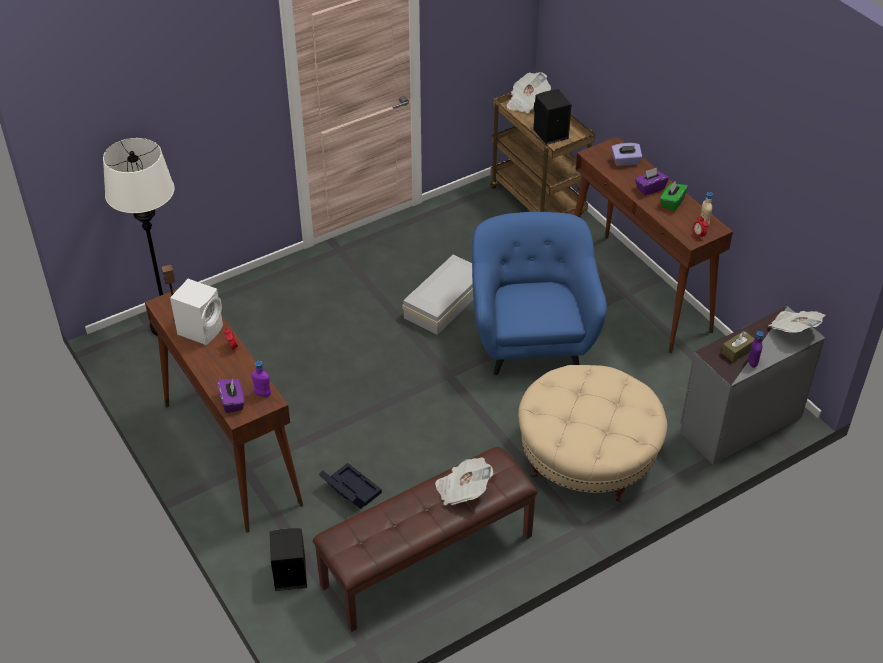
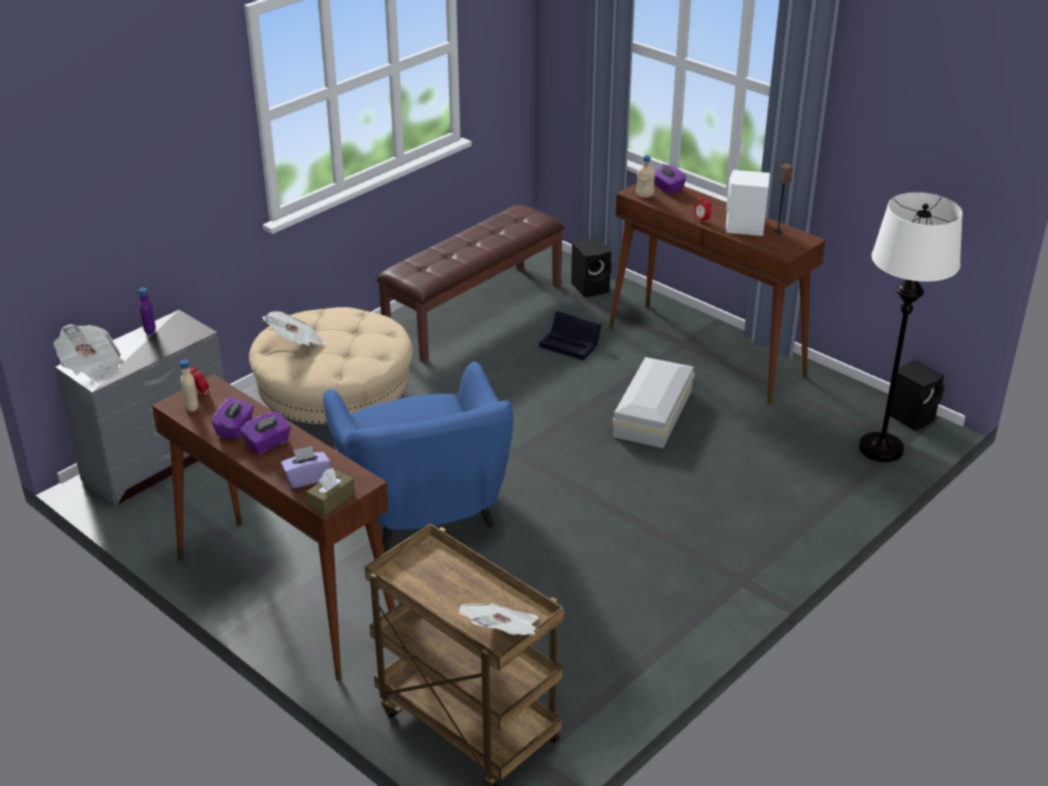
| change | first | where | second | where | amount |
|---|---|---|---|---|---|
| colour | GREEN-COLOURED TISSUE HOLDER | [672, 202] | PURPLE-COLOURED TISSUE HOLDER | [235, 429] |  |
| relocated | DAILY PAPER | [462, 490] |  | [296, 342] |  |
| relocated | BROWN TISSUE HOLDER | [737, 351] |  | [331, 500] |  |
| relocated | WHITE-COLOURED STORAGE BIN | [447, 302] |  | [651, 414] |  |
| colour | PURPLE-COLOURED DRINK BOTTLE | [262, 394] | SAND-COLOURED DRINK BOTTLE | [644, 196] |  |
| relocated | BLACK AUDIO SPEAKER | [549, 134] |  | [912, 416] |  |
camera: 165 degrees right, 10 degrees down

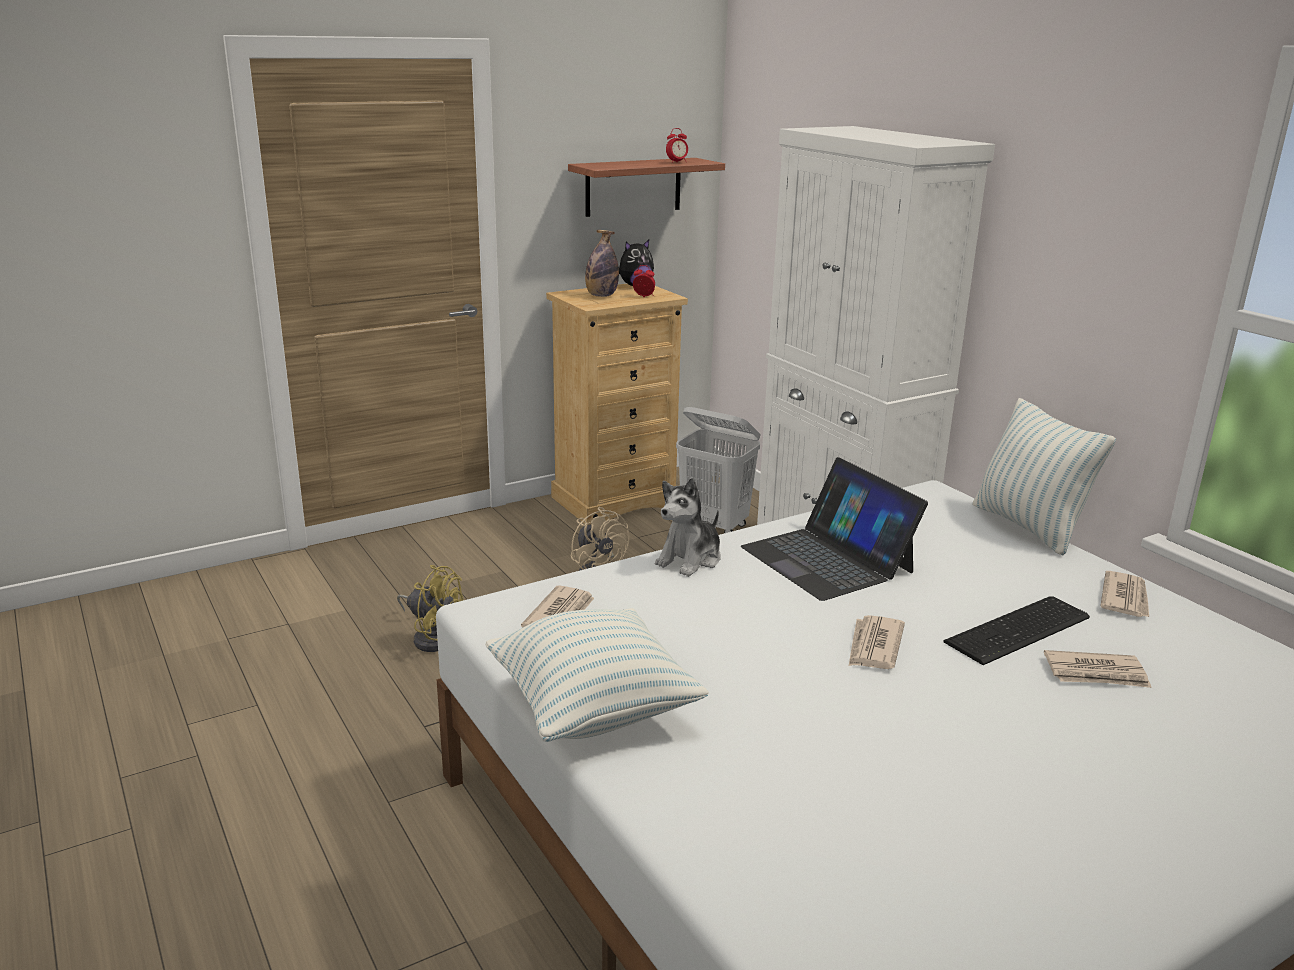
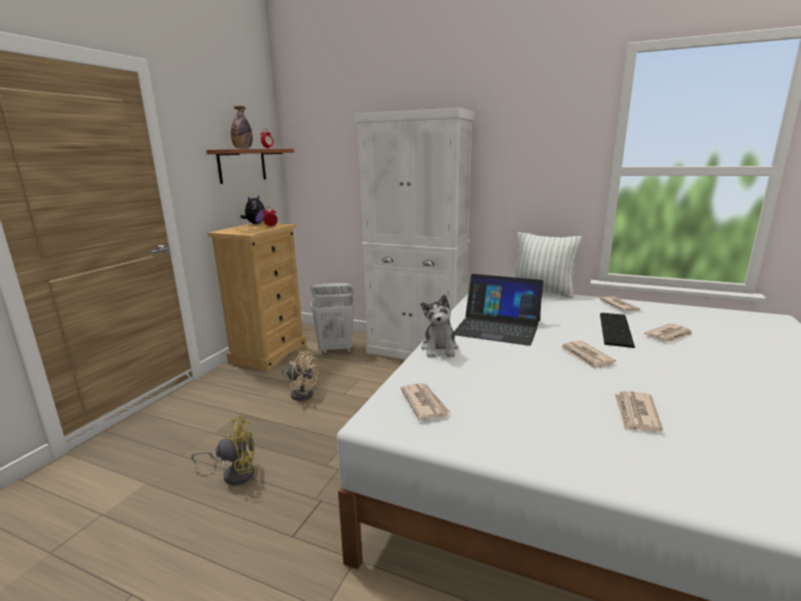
| change | first | where | second | where | amount |
|---|---|---|---|---|---|
| relocated | DRINK BOTTLE | [601, 296] |  | [243, 149] |  |
| appeared |  |  | DAILY PAPER | [636, 414] |  |
| missing | CUSHION | [593, 710] |  |  |  |
camera: 35 degrees left, 5 degrees down

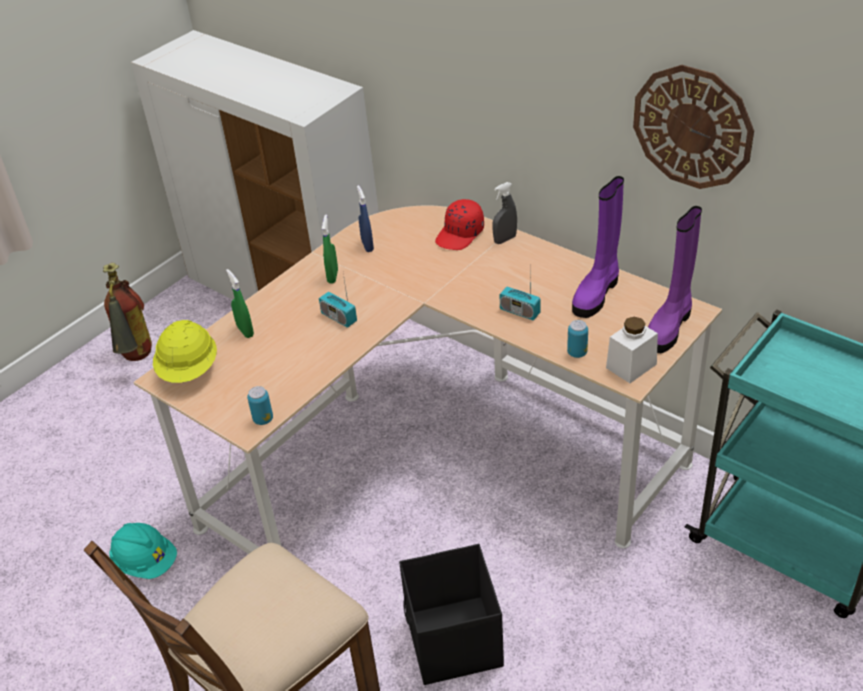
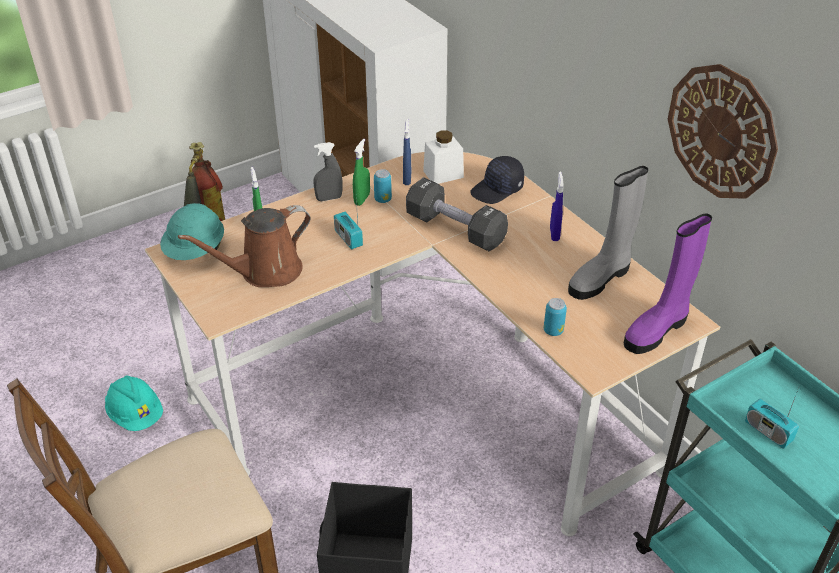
| change | first | where | second | where | amount |
|---|---|---|---|---|---|
| colour | YELLOW WORK HELMET | [189, 371] | BLUE-GREEN WORK HELMET | [196, 252] |  |
| appeared |  |  | BROWN SPRINKLING CAN | [265, 272] |  |
| relocated | GREY SPRAY BOTTLE | [505, 239] |  | [329, 198] |  |
| relocated | SEALED CAN | [263, 419] |  | [383, 199] |  |
| appeared |  |  | BLACK DUMBBELL | [455, 229] |  |
| relocated | WHITE-COLOURED JAR | [631, 366] |  | [443, 174] |  |
| colour | RED CAP | [460, 234] | BLACK CAP | [497, 189] |  |
| appeared |  |  | BLUE SPRAY BOTTLE | [554, 234] |  |
| colour | PURPLE-COLOURED TALL BOOT | [597, 293] | GREY TALL BOOT | [600, 278] |  |
| relocated | RADIO RECEIVER | [520, 312] |  | [768, 432] |  |
camera: 15 degrees right, 0 degrees up

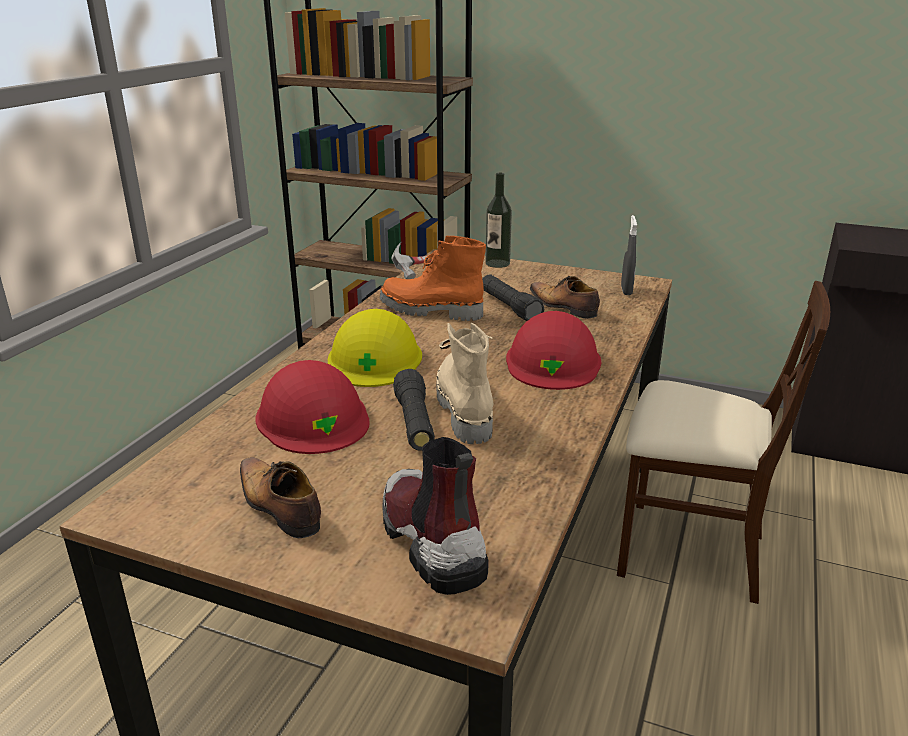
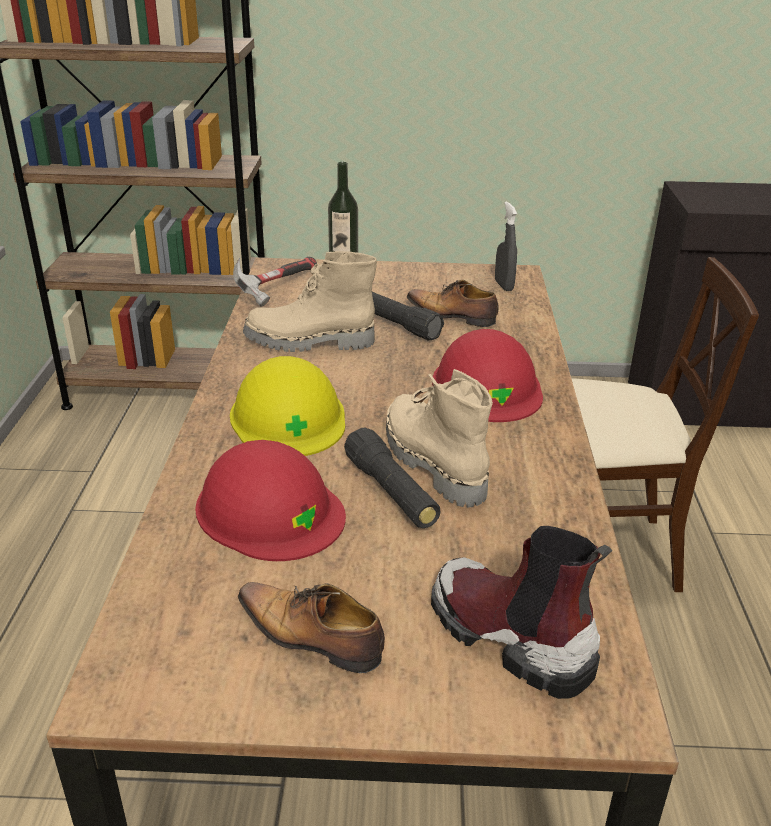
| change | first | where | second | where | amount |
|---|---|---|---|---|---|
| colour | ORANGE-COLOURED TALL BOOT | [430, 311] | SAND-COLOURED TALL BOOT | [309, 342] |  |
camera: 20 degrees left, 5 degrees up

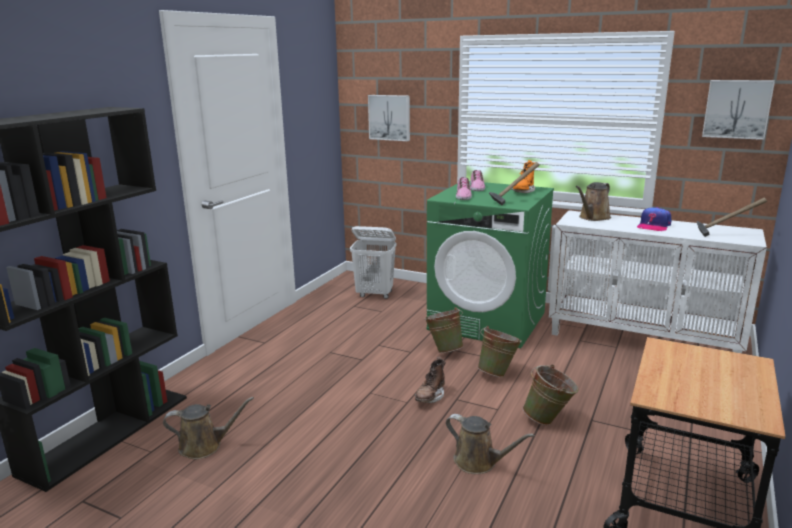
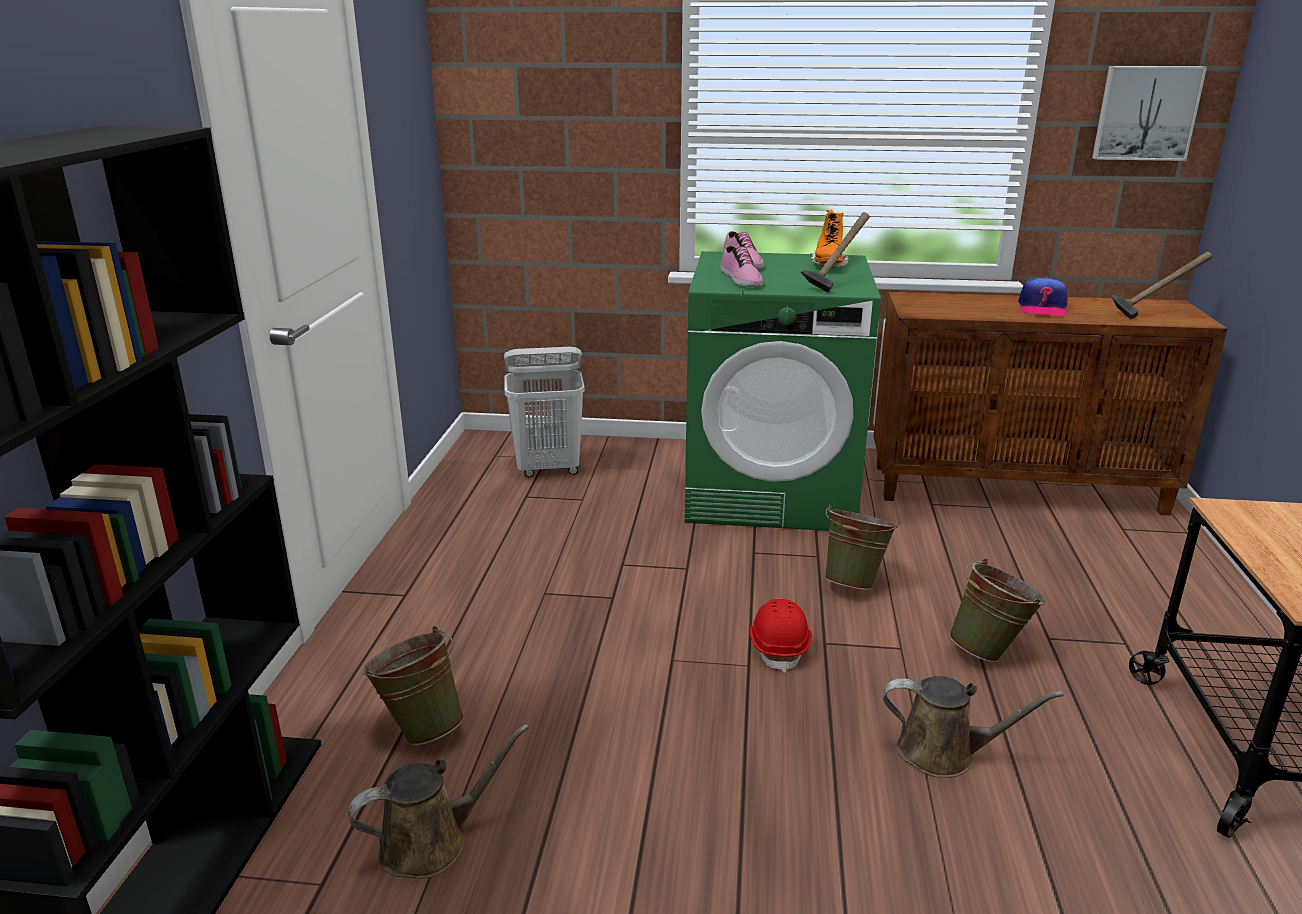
| change | first | where | second | where | amount |
|---|---|---|---|---|---|
| relocated | GREEN-COLOURED PAIL | [444, 350] |  | [420, 728] |  |
| exchanged | BROWN TALL BOOT | [430, 397] | RED WORK HELMET | [779, 647] |  |
| colour | WHITE-COLOURED CUPBOARD | [643, 339] | BROWN CUPBOARD | [1017, 488] |  |
| missing | WALL PICTURE | [390, 117] |  |  |  |
| missing | BROWN SPRINKLING CAN | [593, 218] |  |  |  |
camera: 20 degrees left, 5 degrees up

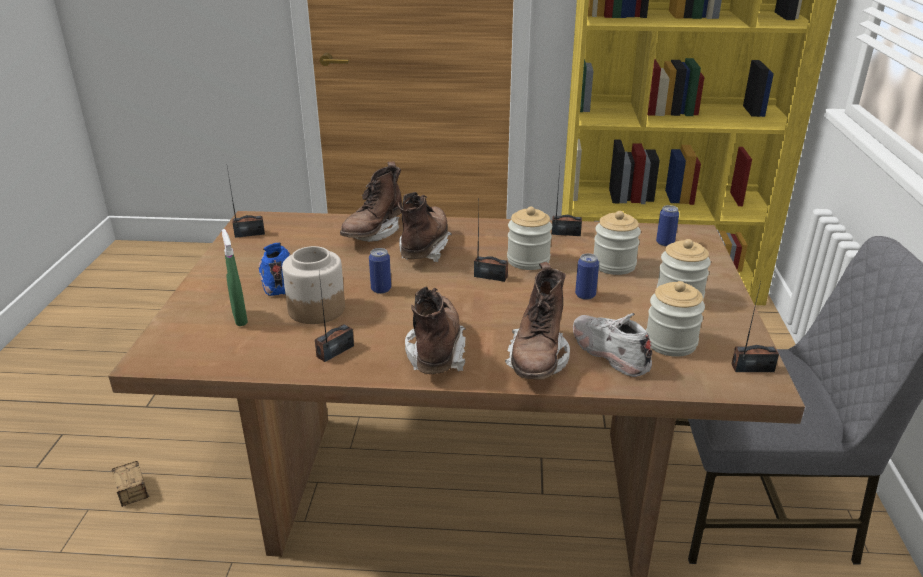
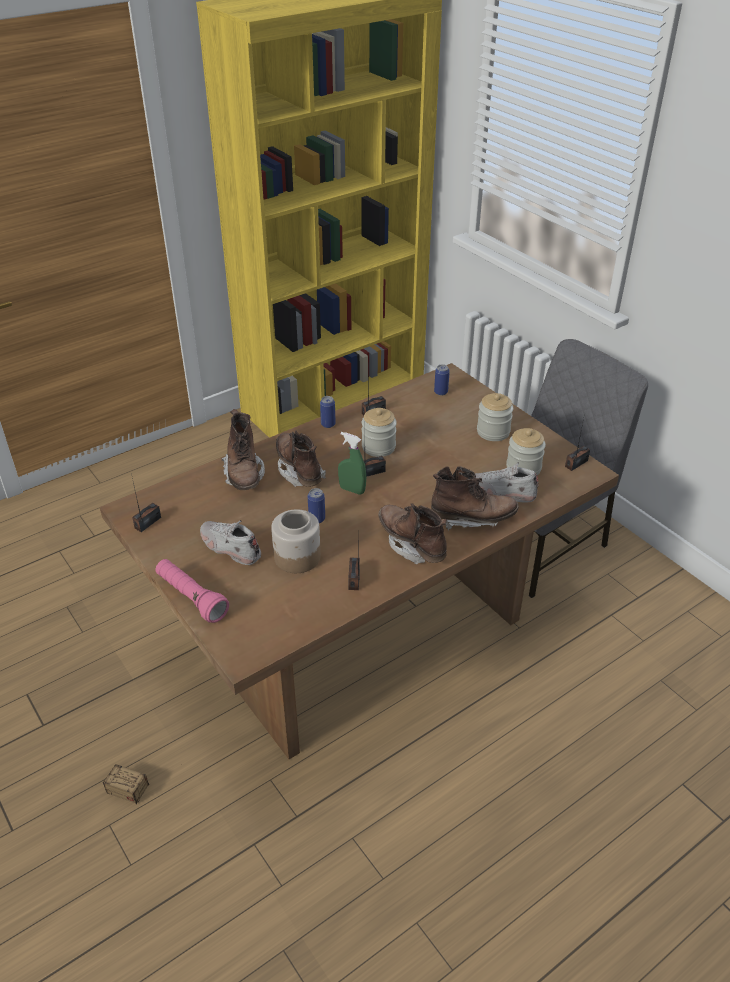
| change | first | where | second | where | amount |
|---|---|---|---|---|---|
| appeared |  |  | PINKISH HAND TORCH | [191, 598] |  |
| colour | BLUE LOW SHOE | [277, 276] | WHITE-COLOURED LOW SHOE | [229, 547] |  |
| relocated | SEALED CAN | [585, 295] |  | [328, 424] |  |
| relocated | GREEN-COLOURED SPRAY BOTTLE | [240, 318] |  | [352, 490] |  |
| spun | BROWN TALL BOOT | [537, 360] |  | [472, 519] | 60 degrees counterclockwise |
| missing | JAR | [613, 265] |  |  |  |
camera: 40 degrees left, 10 degrees up

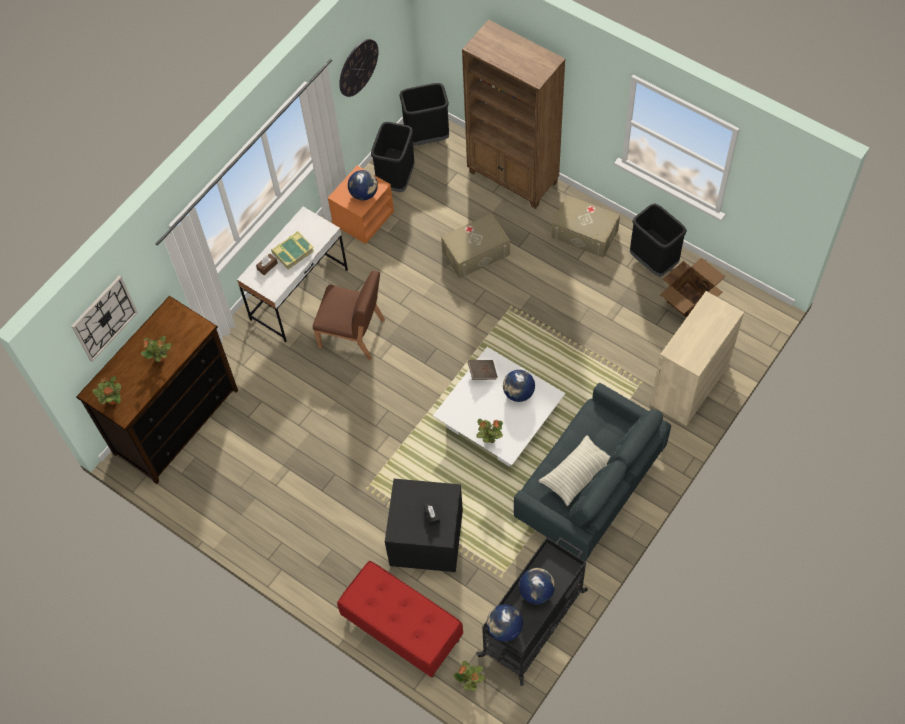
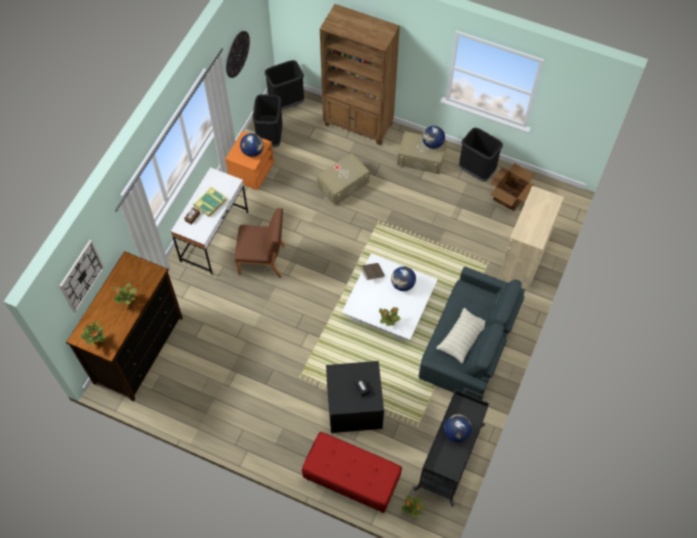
| change | first | where | second | where | amount |
|---|---|---|---|---|---|
| relocated | GLOBE | [504, 628] |  | [432, 144] |  |
camera: 15 degrees left, 0 degrees up

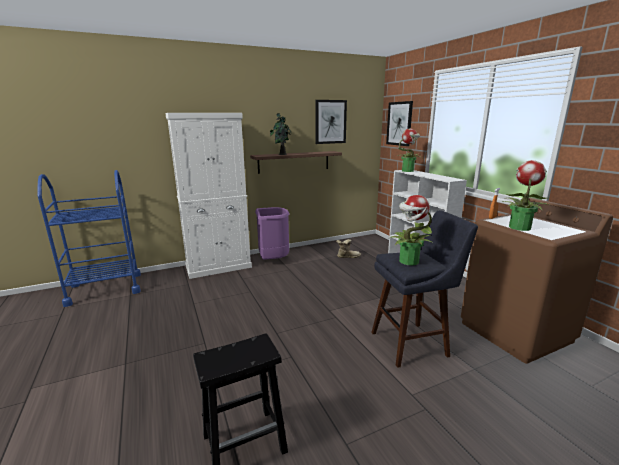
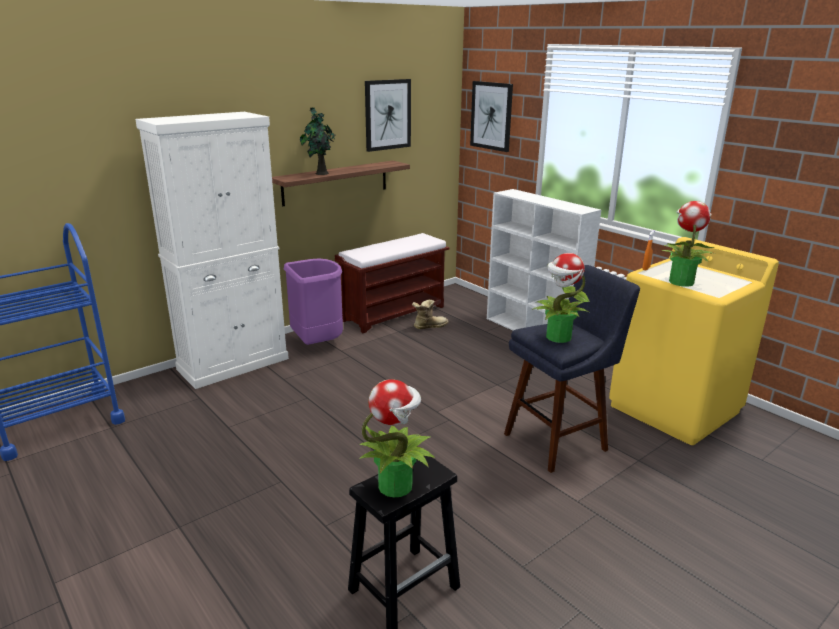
| change | first | where | second | where | amount |
|---|---|---|---|---|---|
| appeared |  |  | BROWN LONG SEAT | [394, 313] |  |
| relocated | POTTED PLANT | [408, 171] |  | [396, 485] |  |
| colour | BROWN WASHING MACHINE | [516, 332] | YELLOW WASHING MACHINE | [675, 409] |  |
camera: 15 degrees left, 5 degrees up

